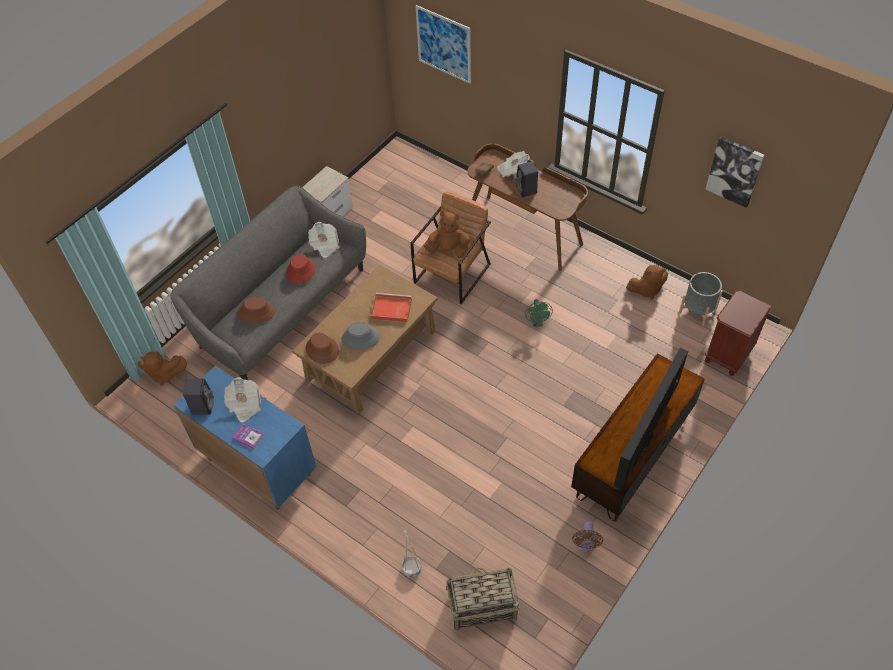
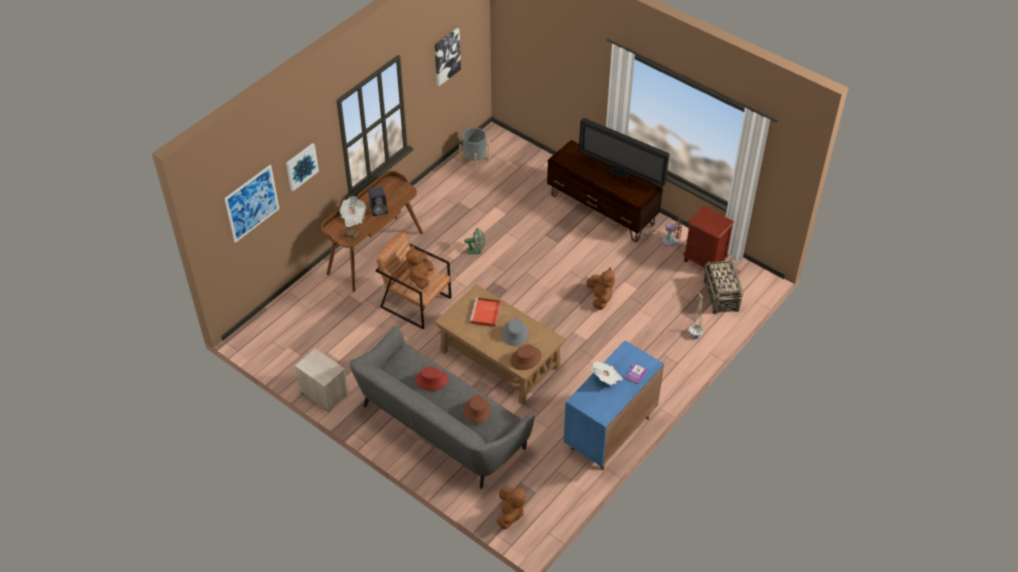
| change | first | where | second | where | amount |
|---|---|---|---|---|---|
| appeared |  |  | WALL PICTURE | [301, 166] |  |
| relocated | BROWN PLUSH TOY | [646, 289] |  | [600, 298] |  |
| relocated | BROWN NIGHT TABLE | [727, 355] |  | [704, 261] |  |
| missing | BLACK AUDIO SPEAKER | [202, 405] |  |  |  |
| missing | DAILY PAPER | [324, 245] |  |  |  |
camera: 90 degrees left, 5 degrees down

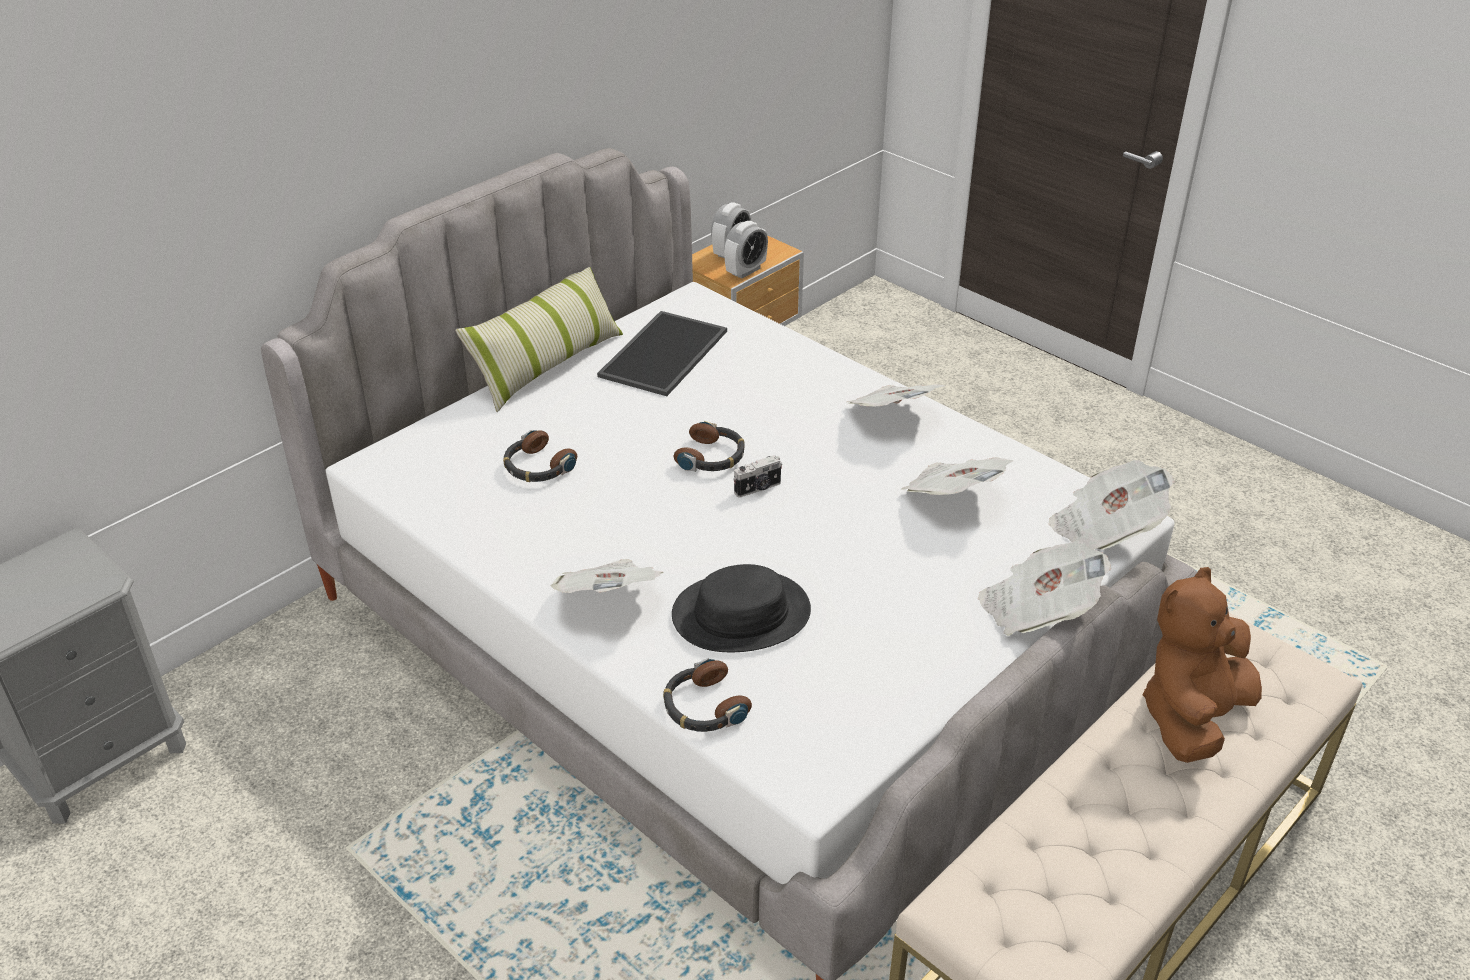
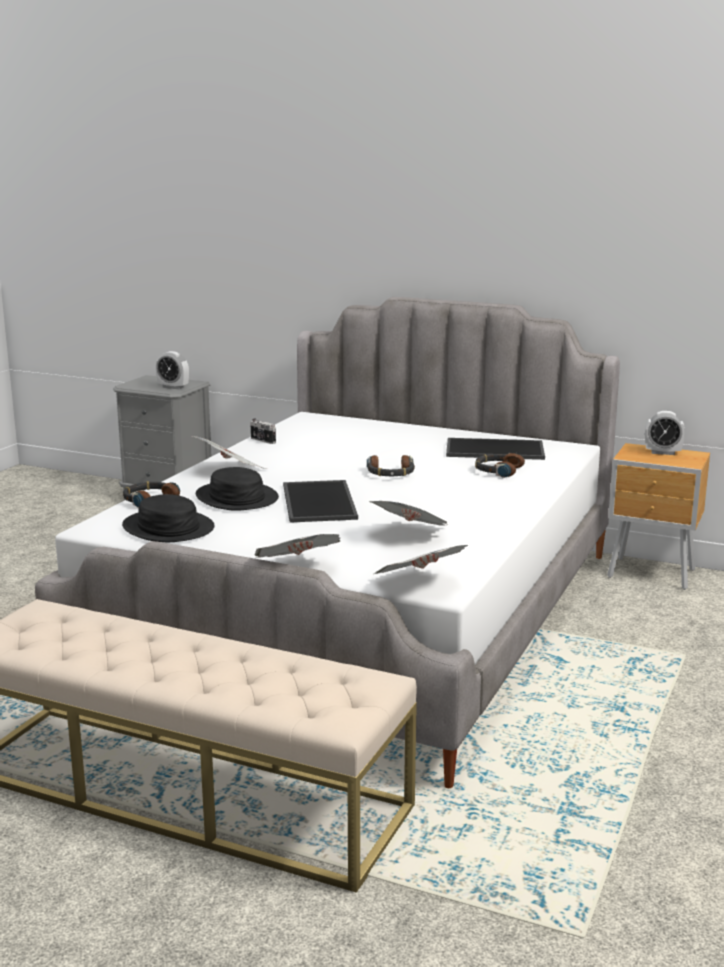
| change | first | where | second | where | amount |
|---|---|---|---|---|---|
| appeared |  |  | BLACK WEARABLE HAT | [168, 528] |  |
| relocated | TABLE CLOCK | [745, 271] |  | [173, 387] |  |
| relocated | STILL CAMERA | [758, 488] |  | [262, 441] |  |
| appeared |  |  | SERVING TRAY | [317, 501] |  |
| relocated | HEADSET | [537, 467] |  | [497, 470] |  |
| missing | CUSHION | [547, 365] |  |  |  |
| missing | DAILY PAPER | [892, 415] |  |  |  |
| missing | BROWN PLUSH TOY | [1191, 717] |  |  |  |
camera: 70 degrees right, 20 degrees down

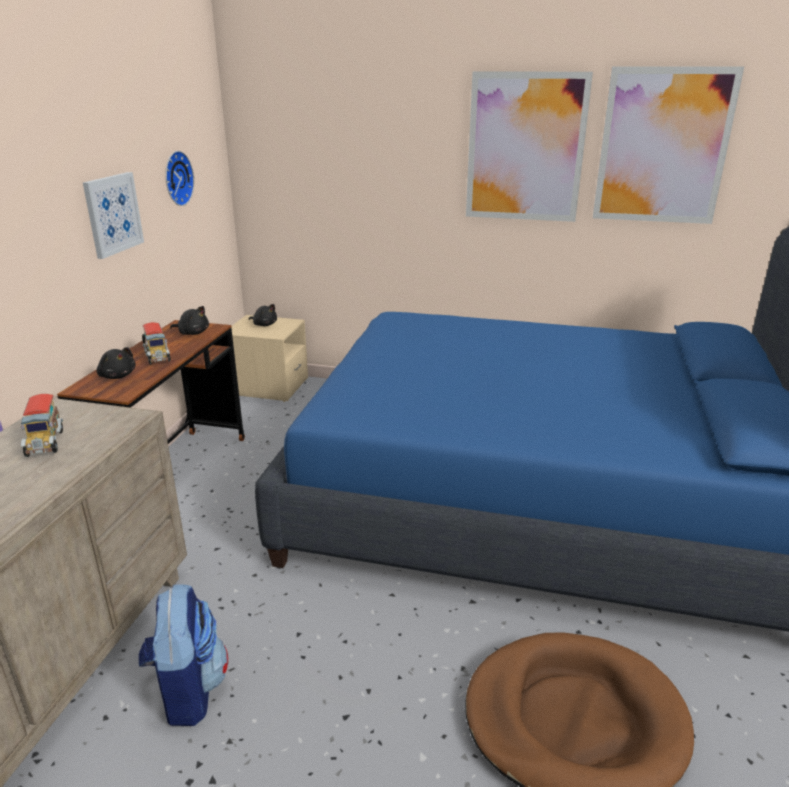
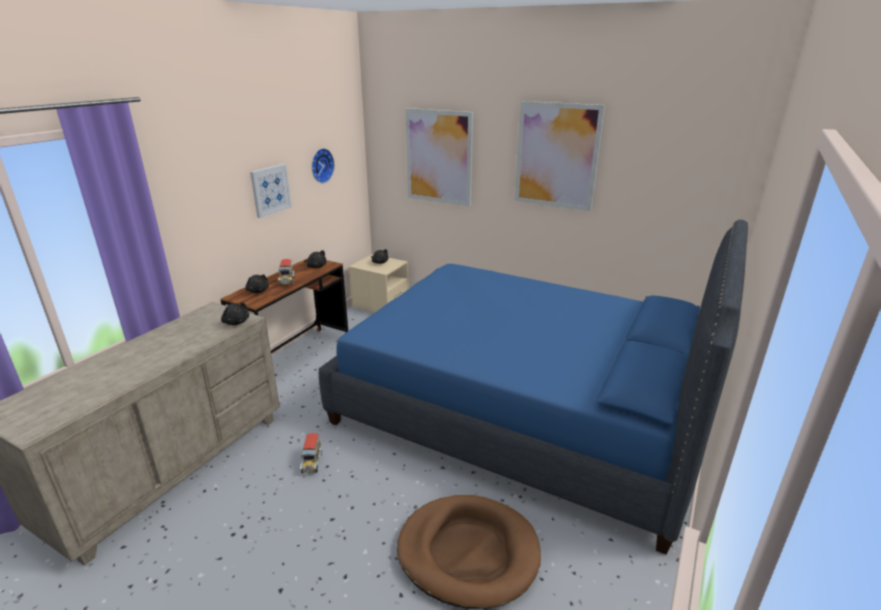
| change | first | where | second | where | amount |
|---|---|---|---|---|---|
| appeared |  |  | BLACK PLUSH TOY | [236, 322] |  |
| relocated | TOY LORRY | [44, 443] |  | [311, 463] |  |
| relocated | WALL PICTURE | [662, 147] |  | [439, 157] |  |
| missing | BACKPACK | [188, 690] |  |  |  |
camera: 15 degrees right, 0 degrees up

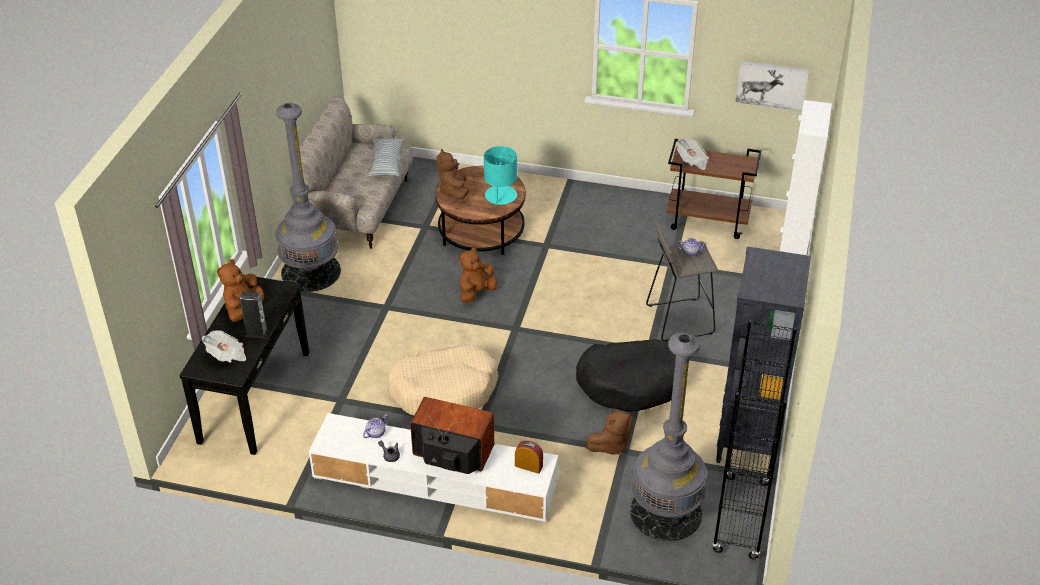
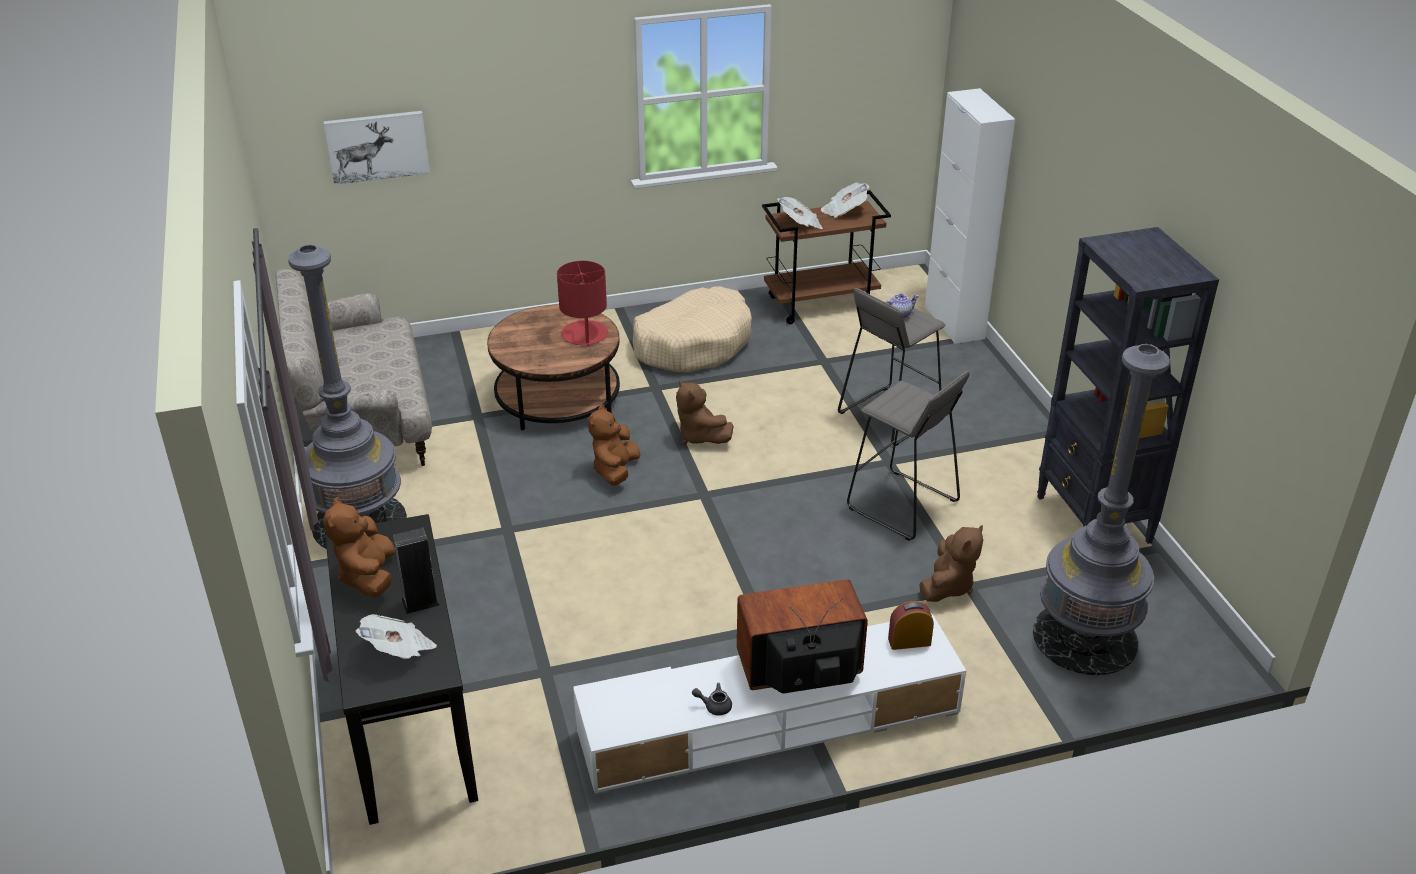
| change | first | where | second | where | amount |
|---|---|---|---|---|---|
| relocated | WALL PICTURE | [772, 84] |  | [377, 146] |  |
| colour | BLUE-GREEN TABLE LAMP | [500, 196] | RED TABLE LAMP | [584, 334] |  |
| relocated | SAND-COLOURED DOG BED | [444, 391] |  | [693, 344] |  |
| relocated | BROWN PLUSH TOY | [454, 191] |  | [699, 436] |  |
| appeared |  |  | DAILY PAPER | [844, 211] |  |
| exchanged | BLACK DOG BED | [631, 383] | GREY SITTING STOOL | [902, 505] |  |
| missing | POT FOR TEA | [376, 433] |  |  |  |
| missing | CUSHION | [386, 163] |  |  |  |
| missing | BLACK SHELVING UNIT | [741, 518] |  |  |  |
camera: 30 degrees left, 5 degrees down

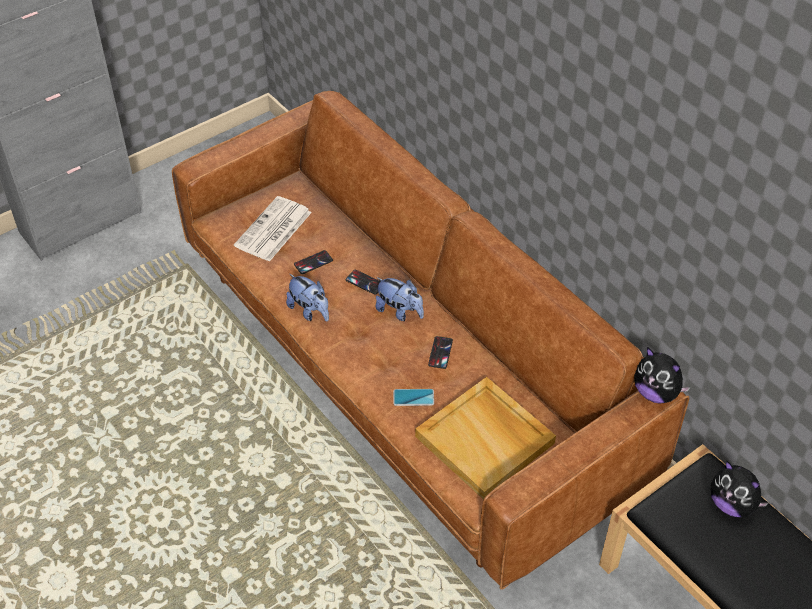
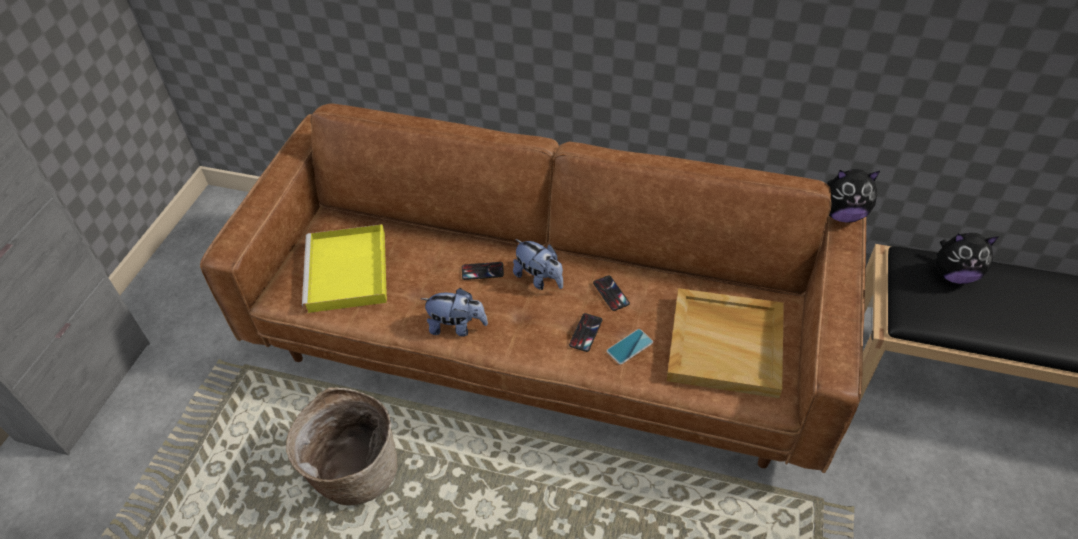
| change | first | where | second | where | amount |
|---|---|---|---|---|---|
| appeared |  |  | STORAGE BASKET | [353, 470] |  |
| exchanged | DAILY PAPER | [273, 230] | YELLOW SERVING TRAY | [348, 273] |  |
| spun | PLUSH TOY | [399, 311] |  | [539, 279] | 45 degrees clockwise |
| relocated | TELEPHONE | [313, 262] |  | [585, 332] |  |
camera: 35 degrees left, 0 degrees up

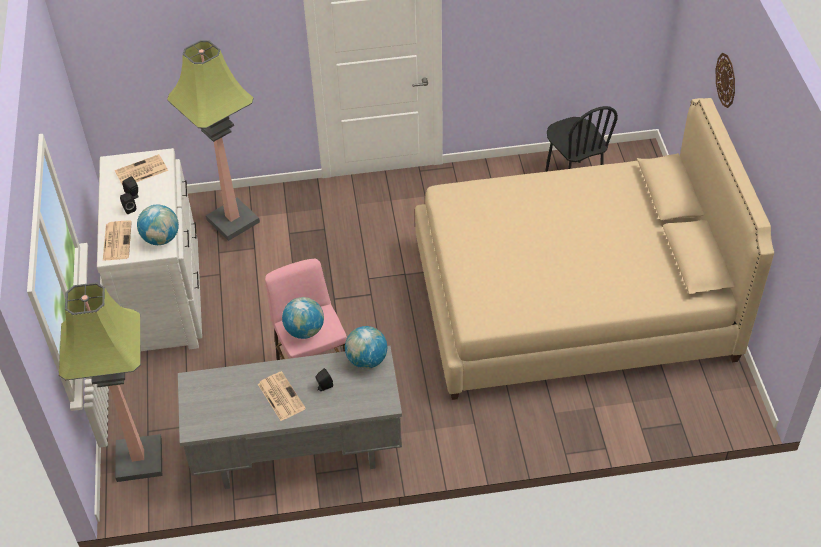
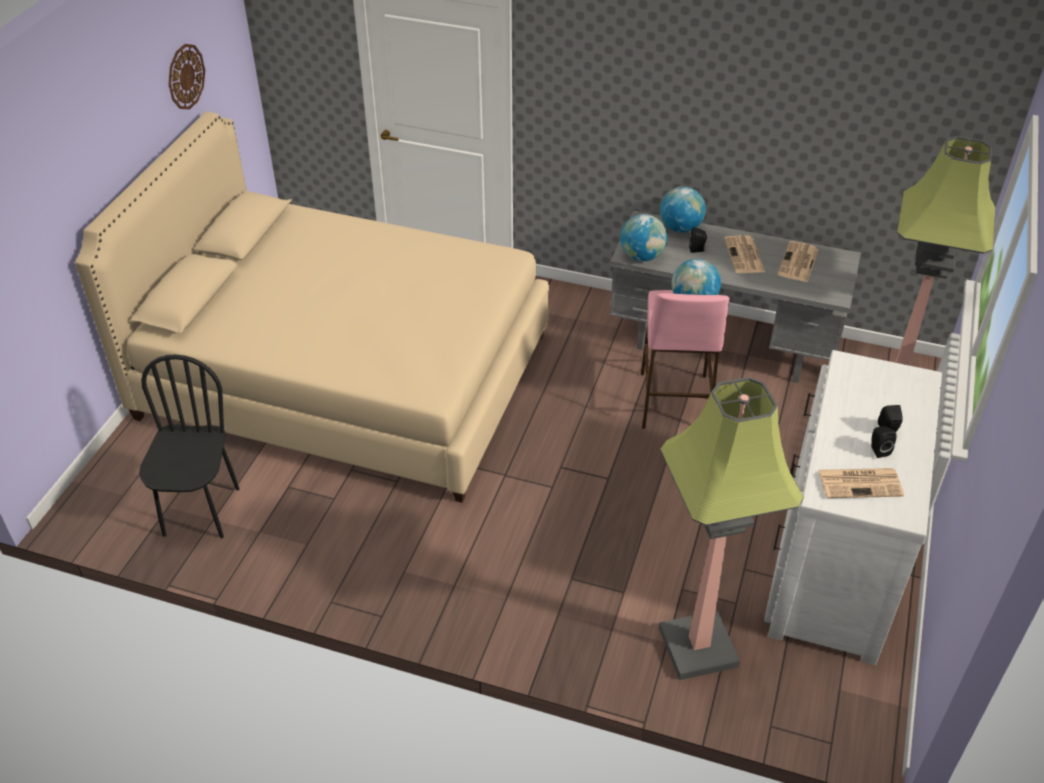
| change | first | where | second | where | amount |
|---|---|---|---|---|---|
| relocated | HANGING CLOCK | [726, 80] |  | [185, 76] |  |
| relocated | GLOBE | [161, 238] |  | [680, 228] |  |
| relocated | DAILY PAPER | [117, 240] |  | [798, 263] |  |
camera: 155 degrees left, 5 degrees down

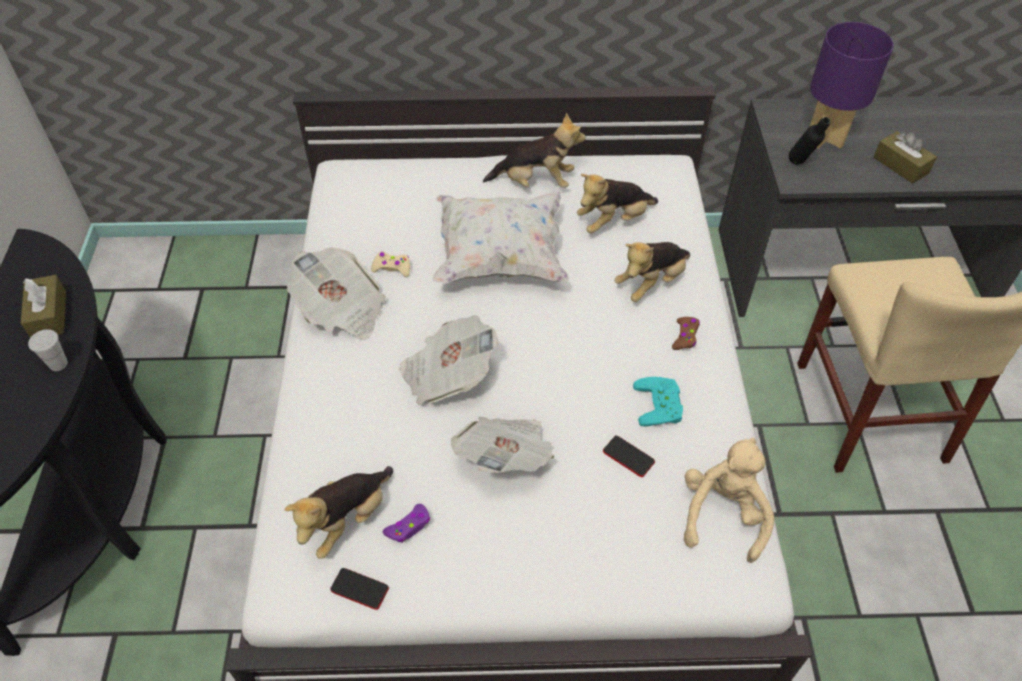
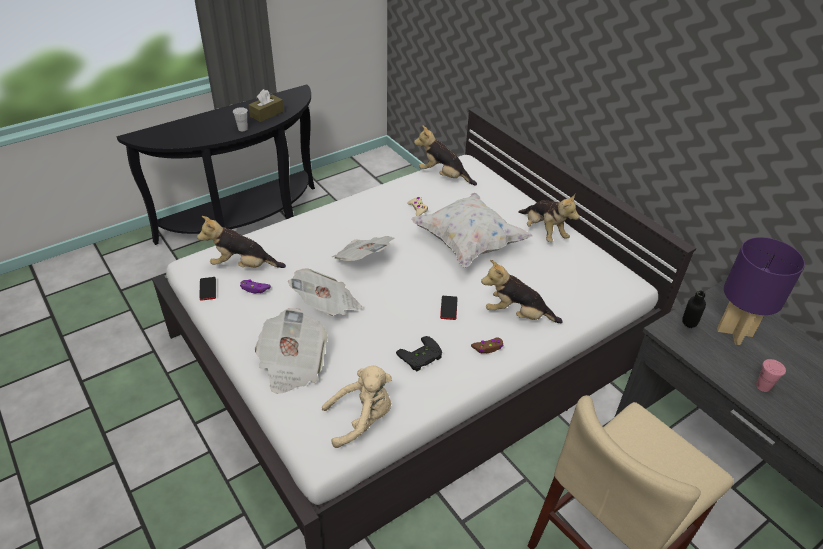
| change | first | where | second | where | amount |
|---|---|---|---|---|---|
| relocated | DAILY PAPER | [341, 310] |  | [292, 365] |  |
| colour | BLUE-GREEN GAMEPAD | [661, 405] | BLACK GAMEPAD | [421, 358] |  |
| relocated | PLUSH TOY | [613, 221] |  | [443, 176] |  |
| relocated | TELEPHONE | [628, 457] |  | [448, 308] |  |
| exchanged | BROWN TISSUE HOLDER | [900, 165] | PINKISH DRINKING CUP | [763, 386] |  |
camera: 55 degrees right, 10 degrees down

